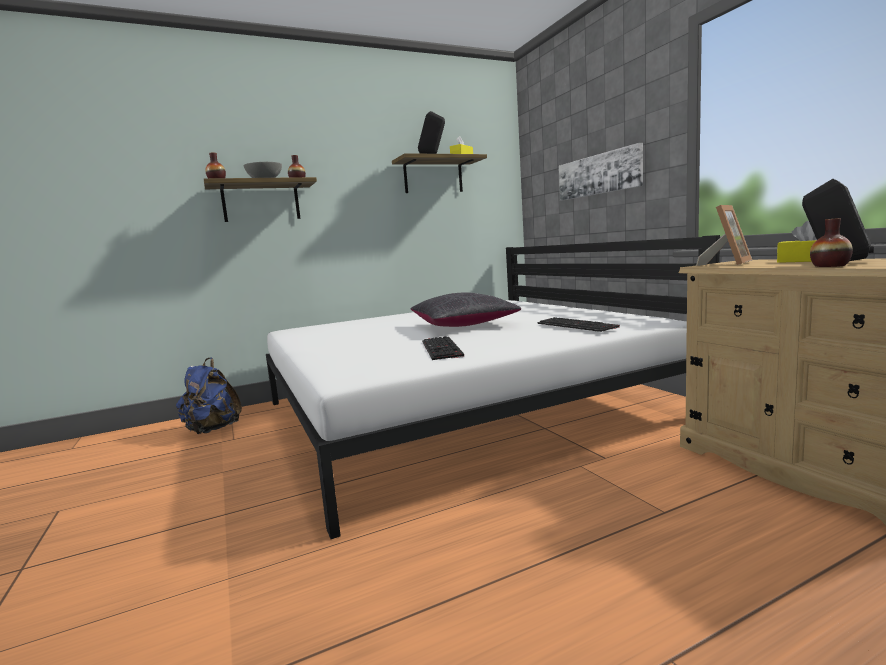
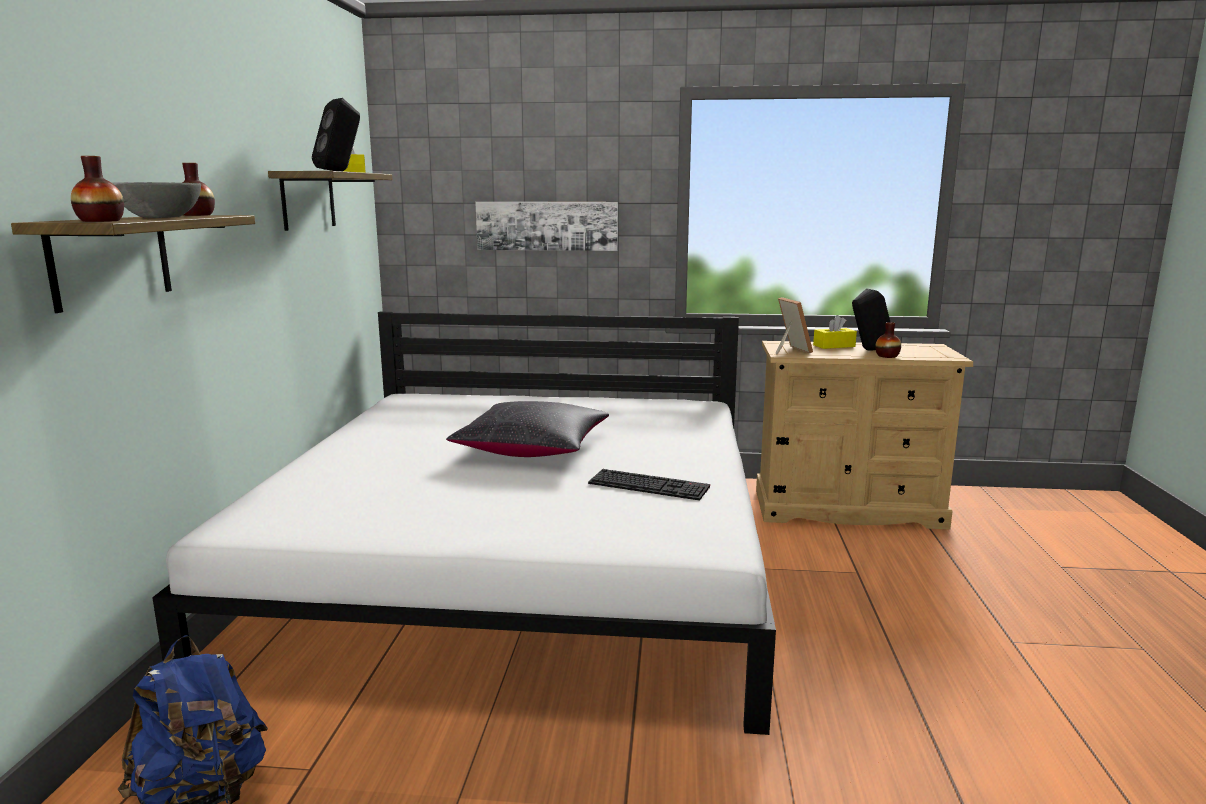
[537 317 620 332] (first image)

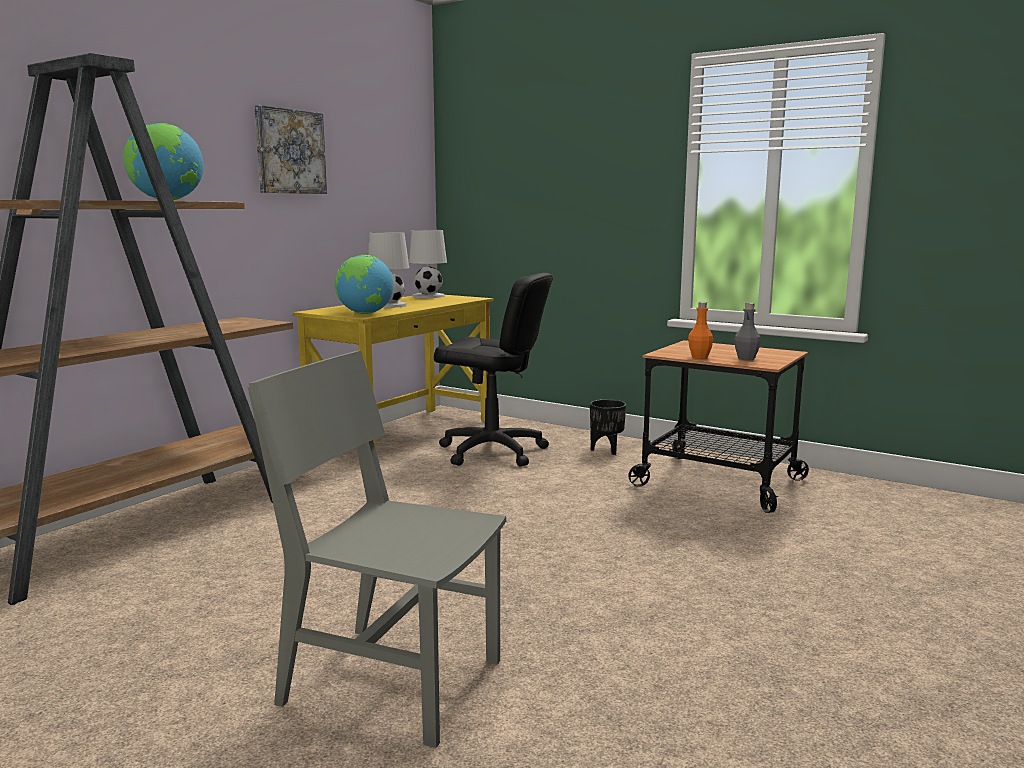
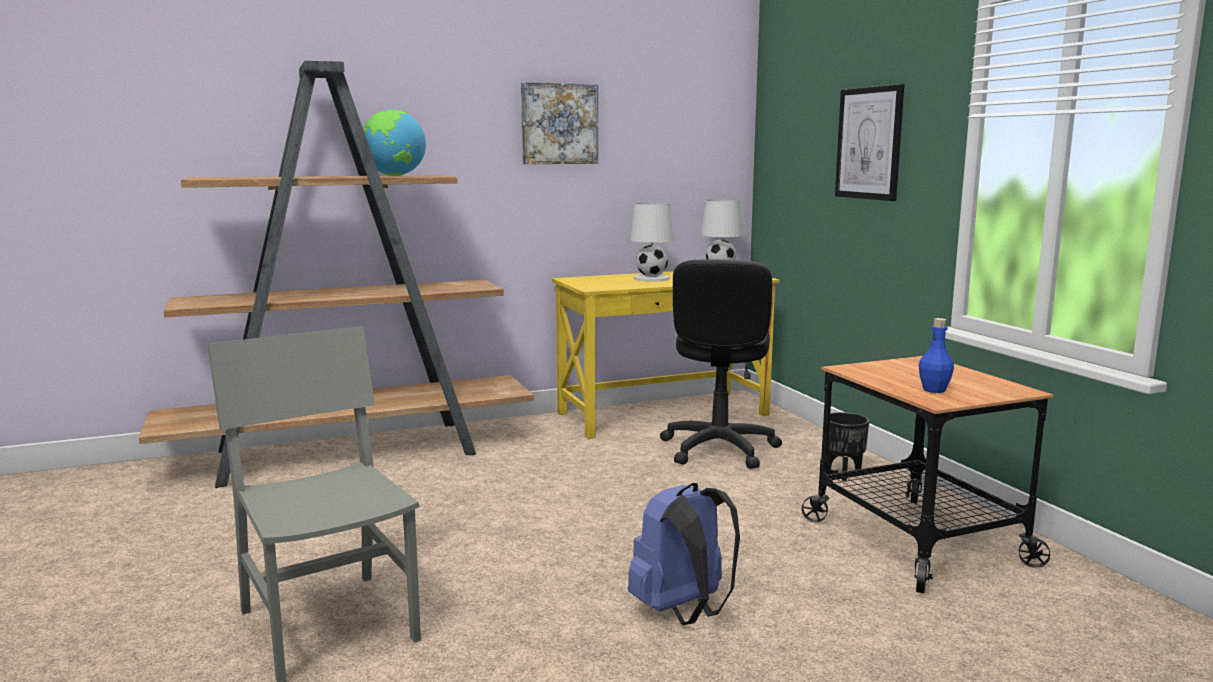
[335 255 394 314] (first image)
[660 259 782 469]
[688 302 713 359] (first image)
[919 318 954 393]
[628 483 740 625]
[835 84 904 201]

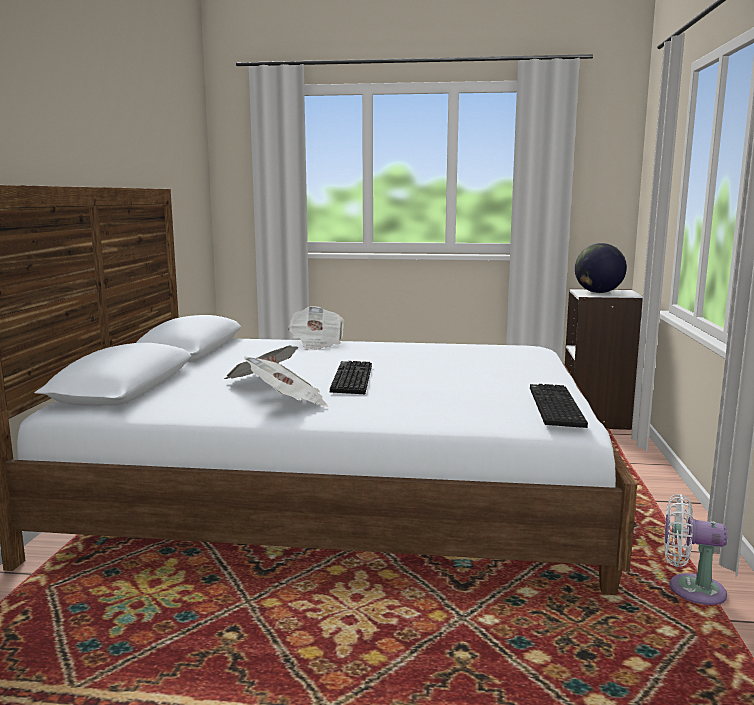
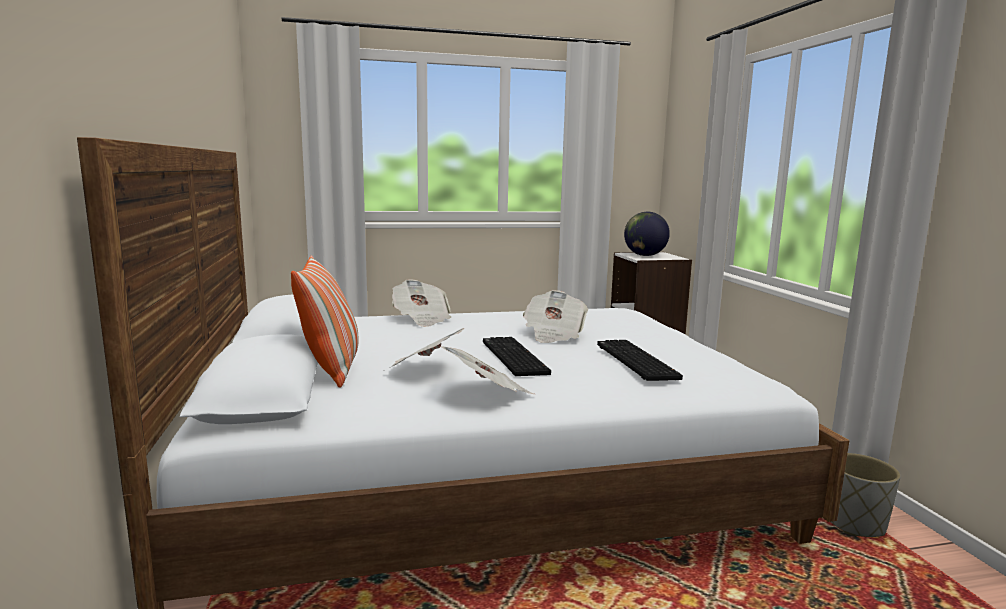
[597 340 683 381]
[831 453 901 537]
[291 255 358 388]
[523 290 588 343]

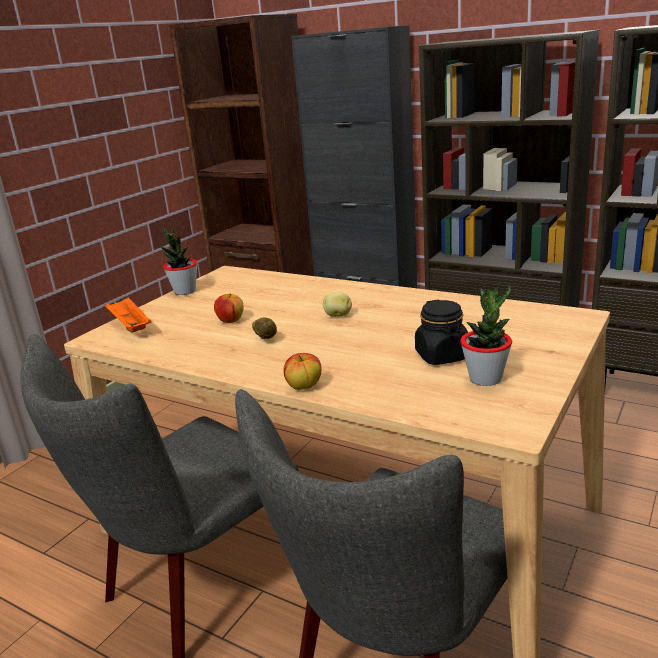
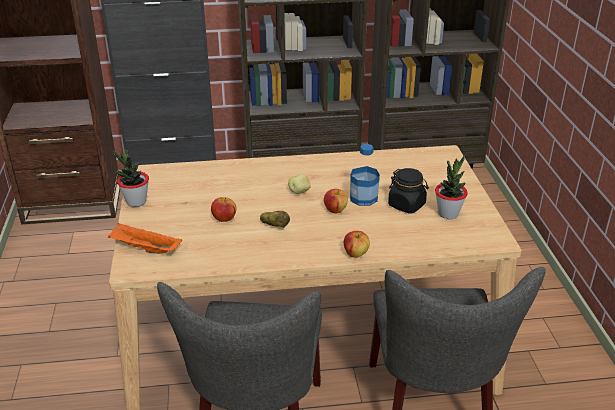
[324 189 348 213]
[350 144 380 206]

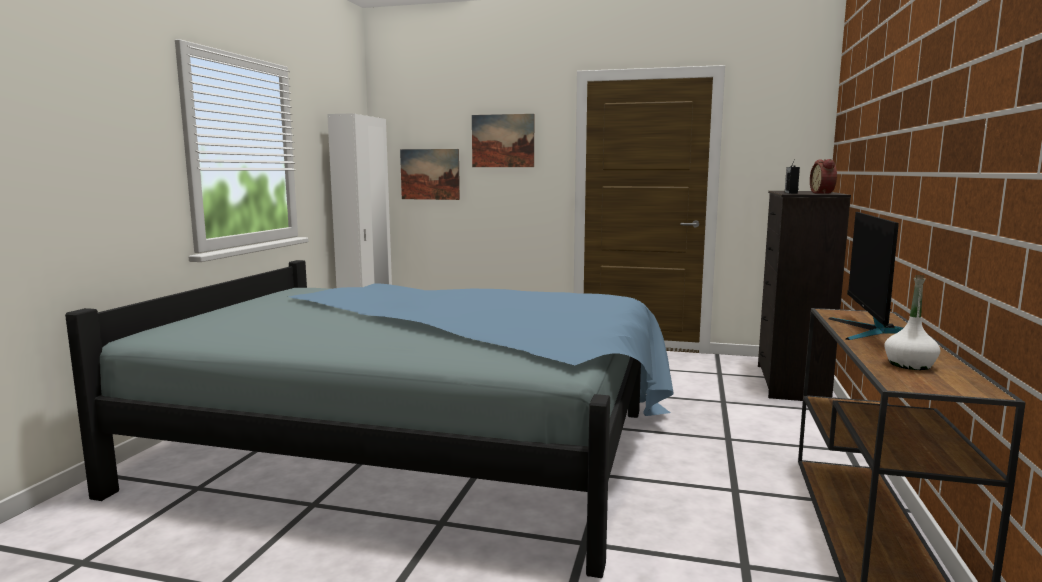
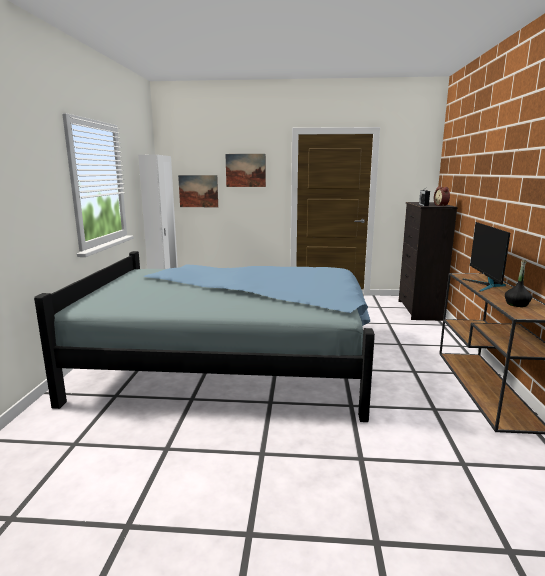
[505 260 532 307]

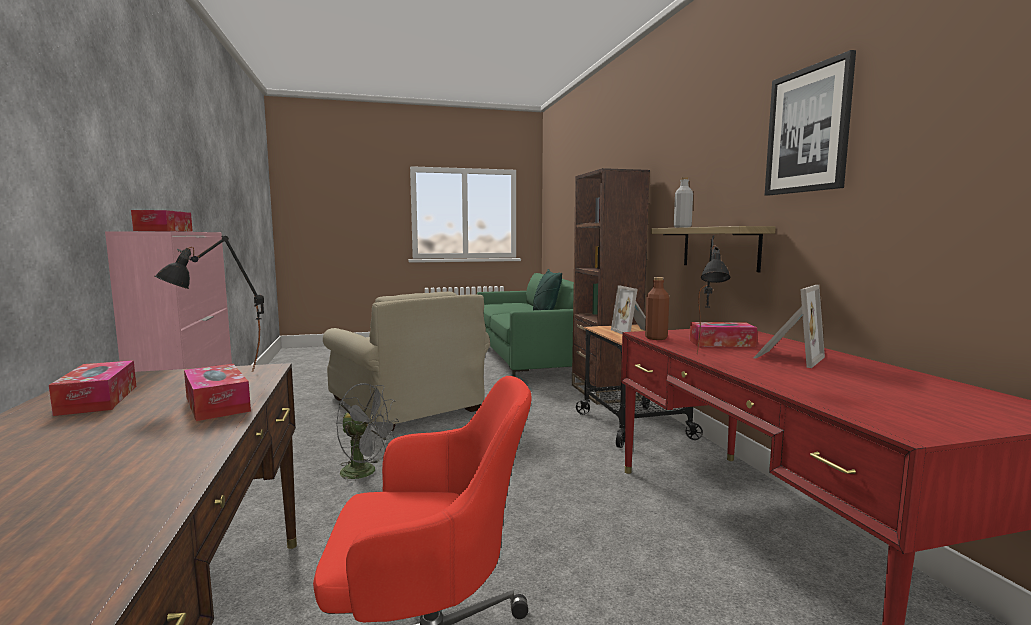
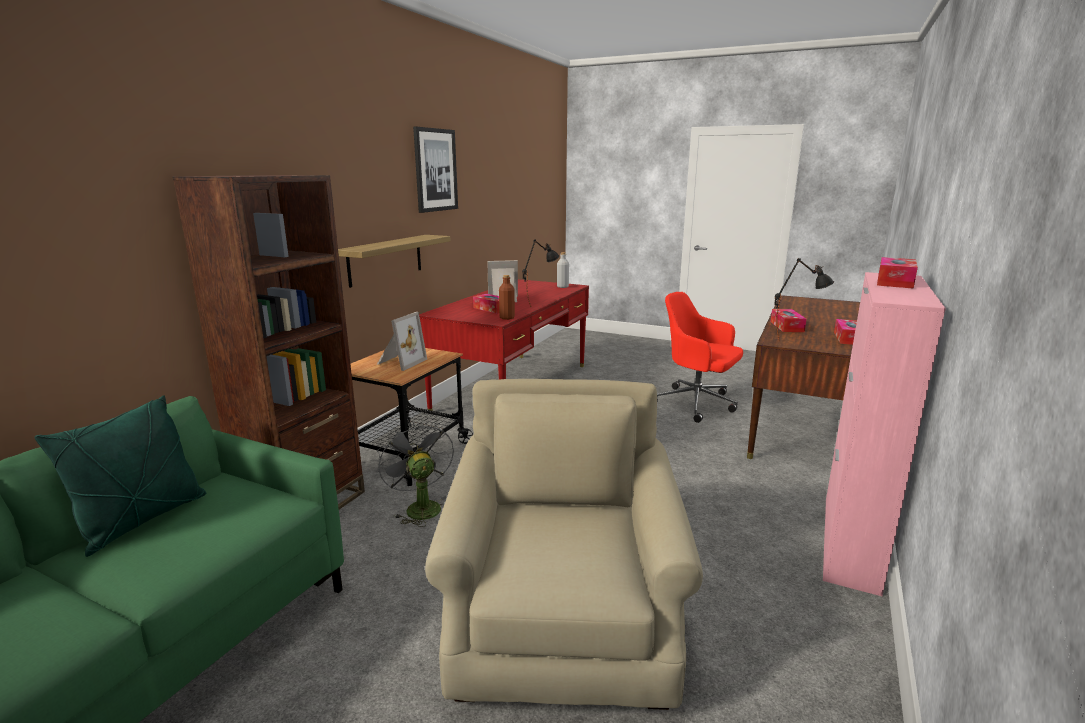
[377 421 454 527]
[557 252 569 288]

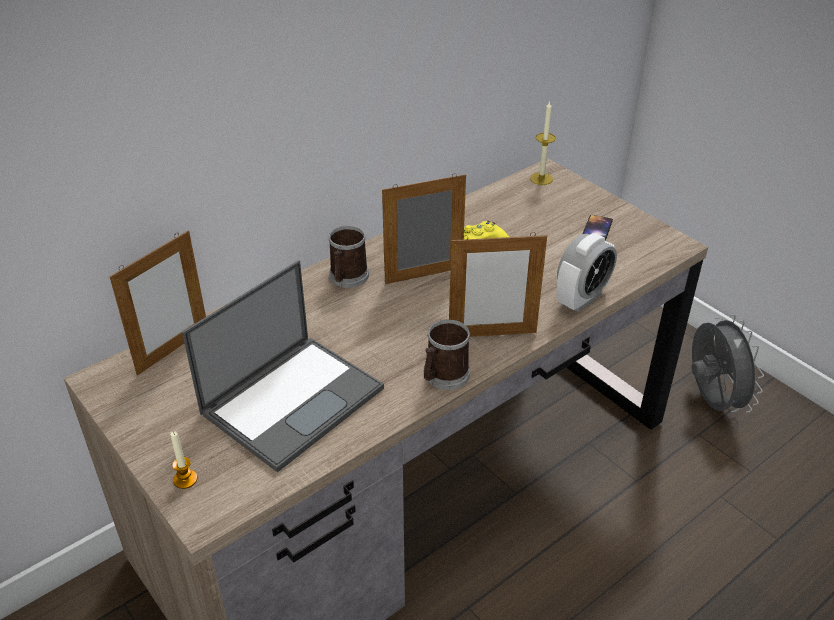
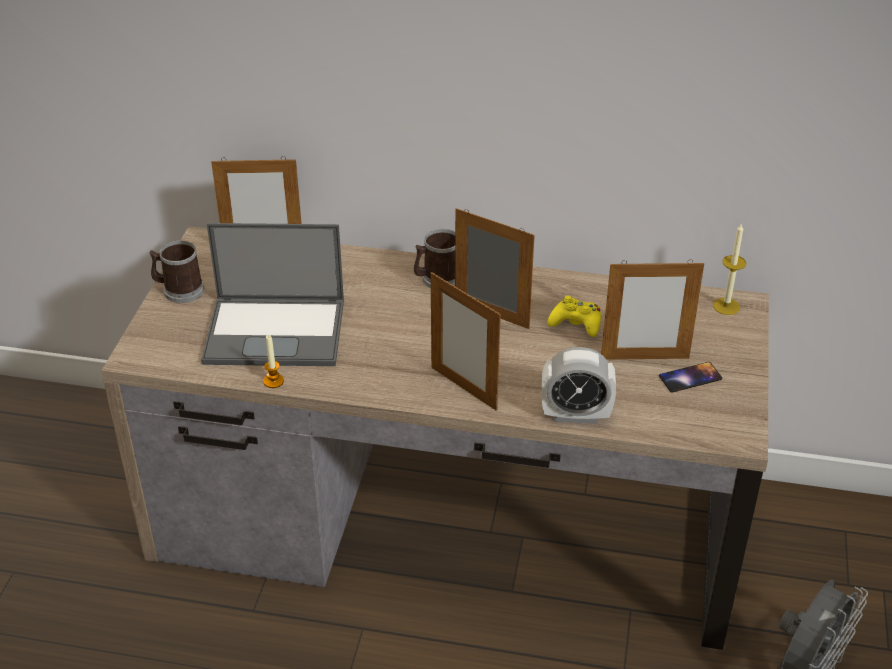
[264 335 284 388]
[150 241 204 303]
[601 259 704 360]

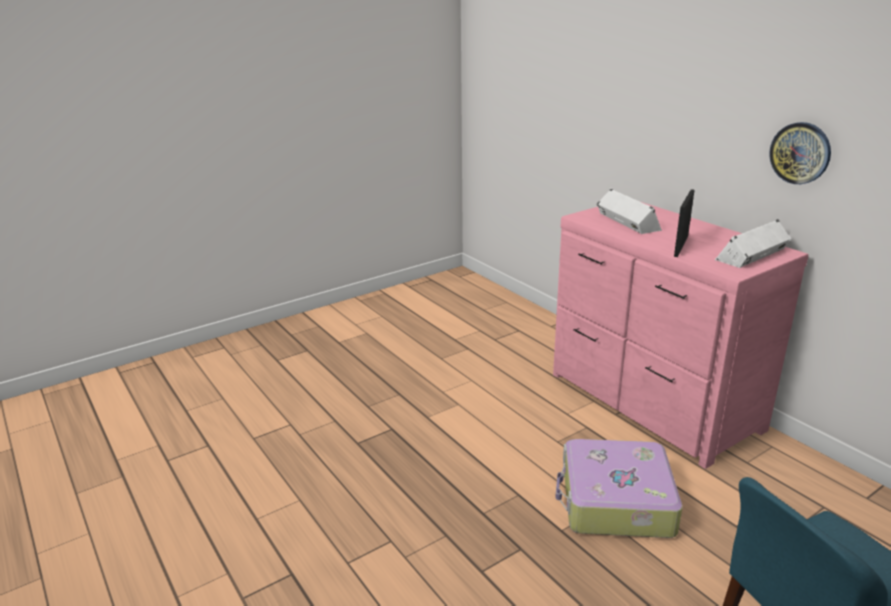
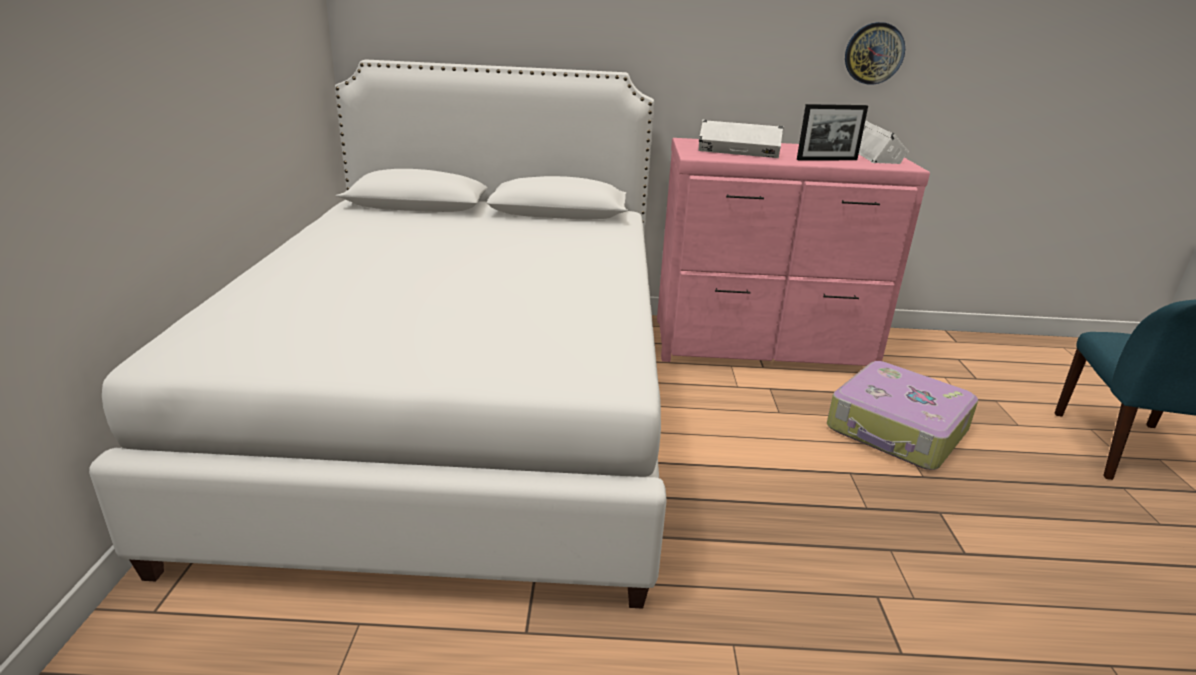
[797 104 868 160]
[89 59 667 609]

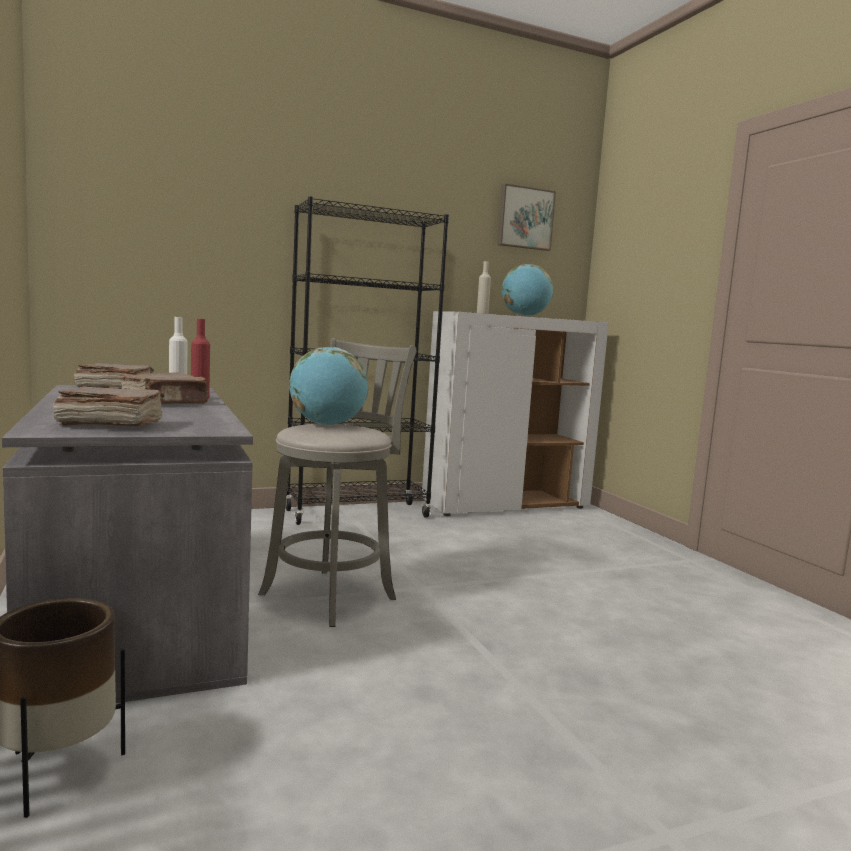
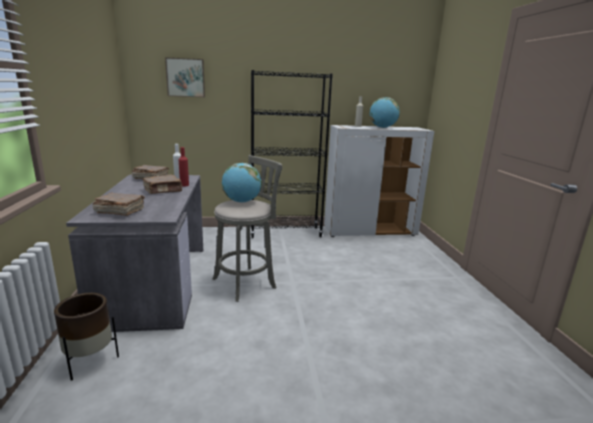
[165 57 205 97]

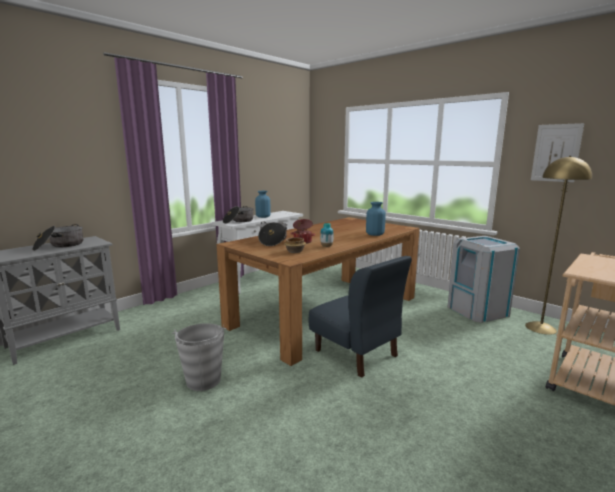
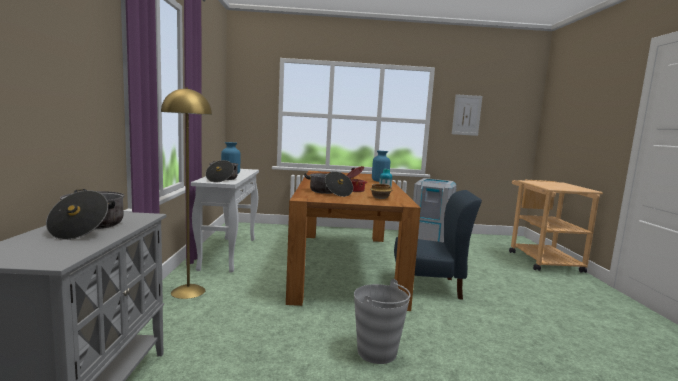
[161 87 212 299]

